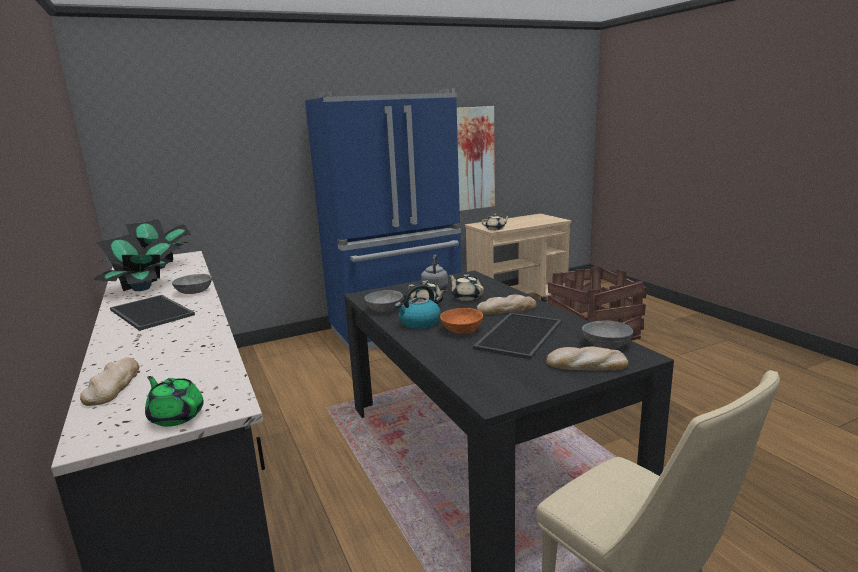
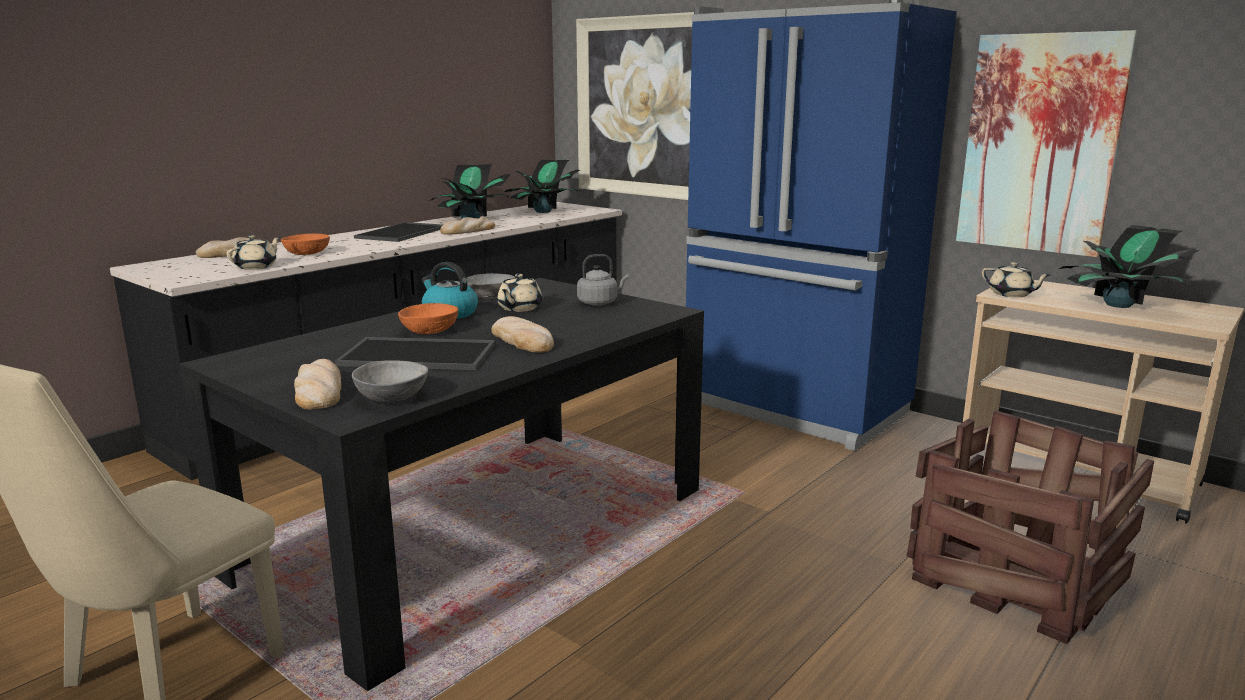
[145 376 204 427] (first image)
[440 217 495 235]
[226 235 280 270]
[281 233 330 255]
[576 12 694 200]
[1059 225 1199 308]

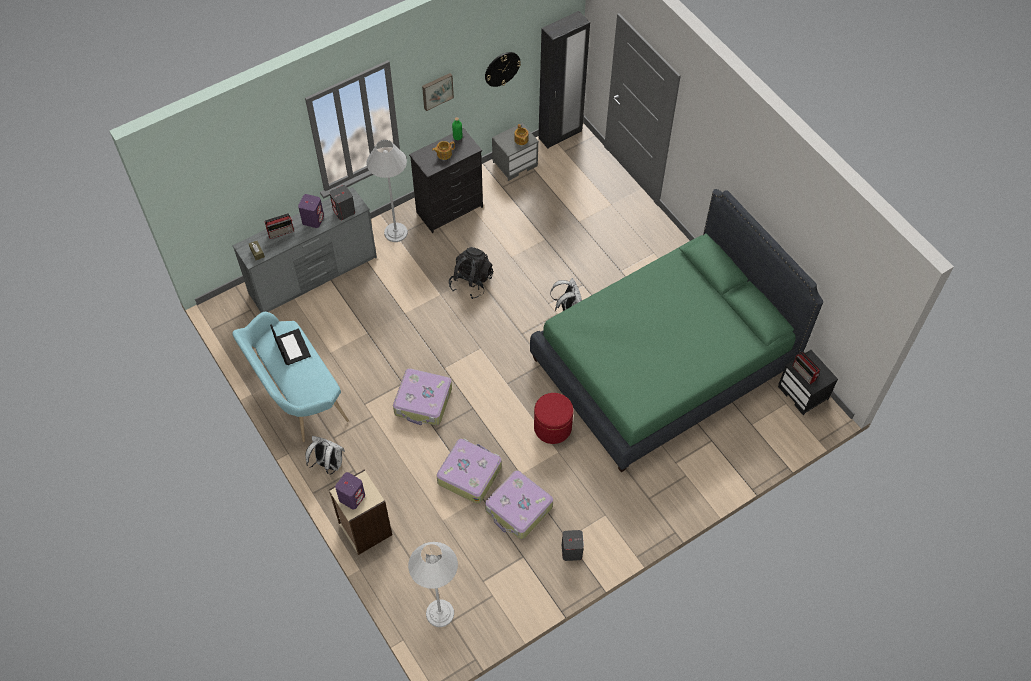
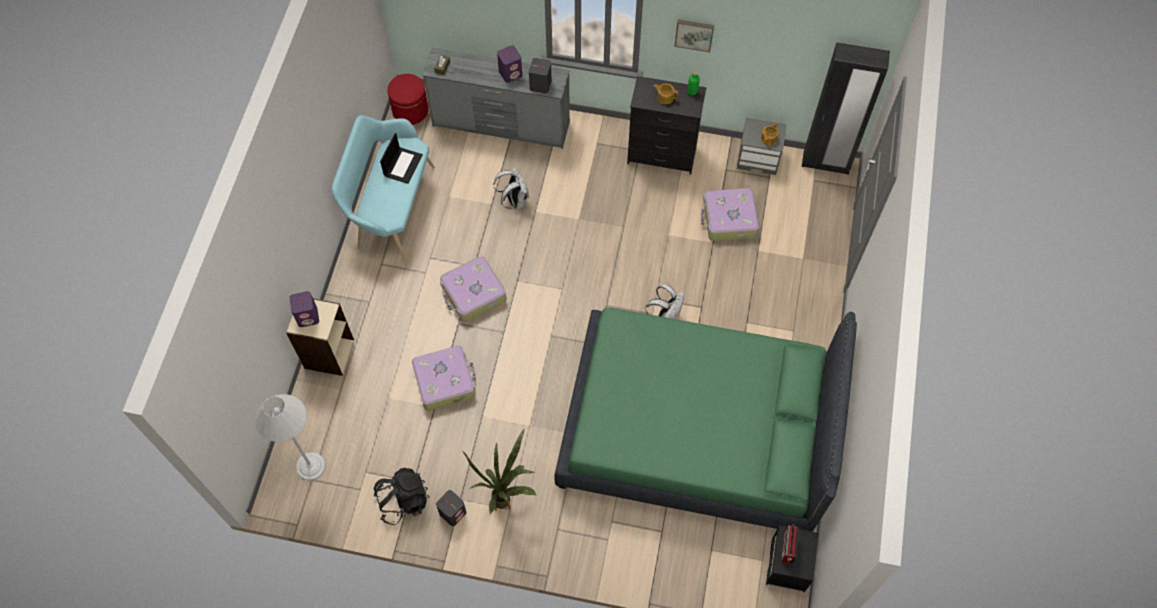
[265 213 294 239] (first image)
[493 167 529 210]
[367 140 408 242] (first image)
[373 468 430 525]
[485 52 521 87] (first image)
[701 188 759 241]
[387 74 429 125]
[463 430 537 514]

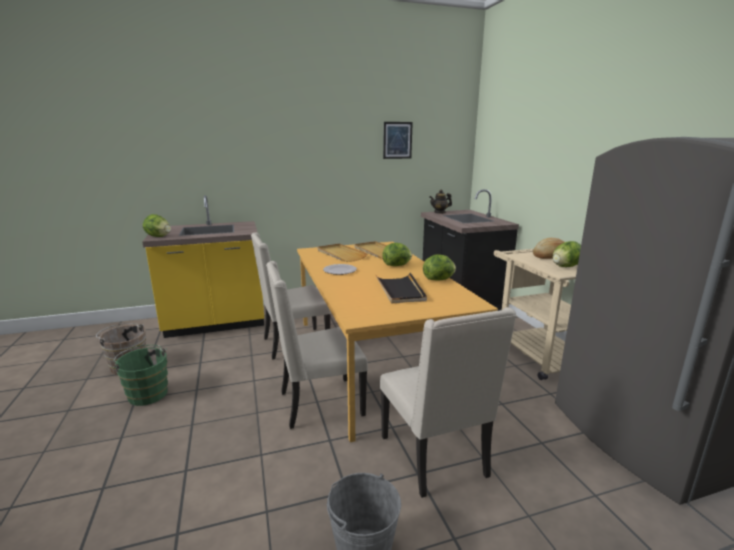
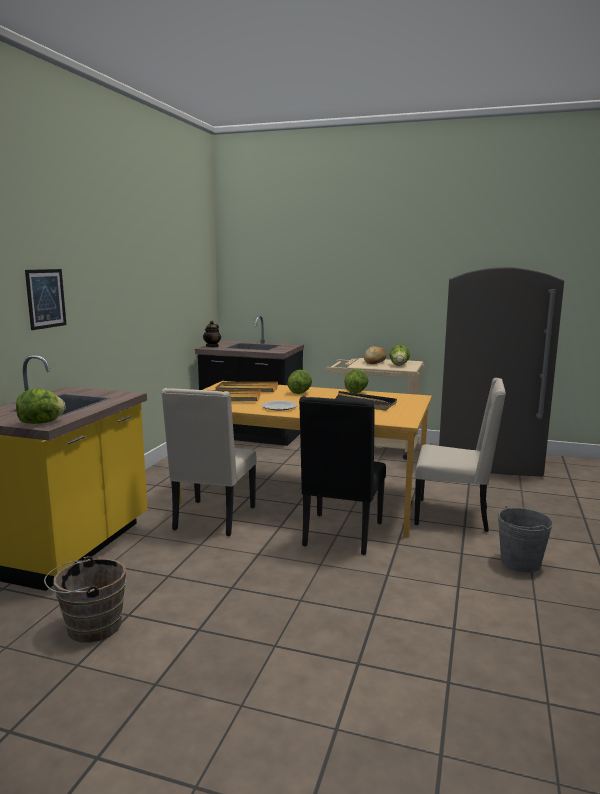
[113 345 168 406] (first image)
[299 396 386 555]
[25 269 66 330]

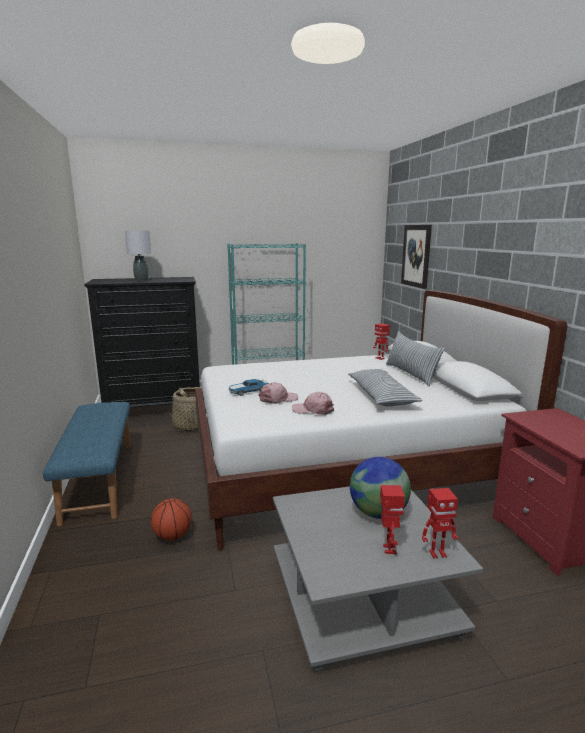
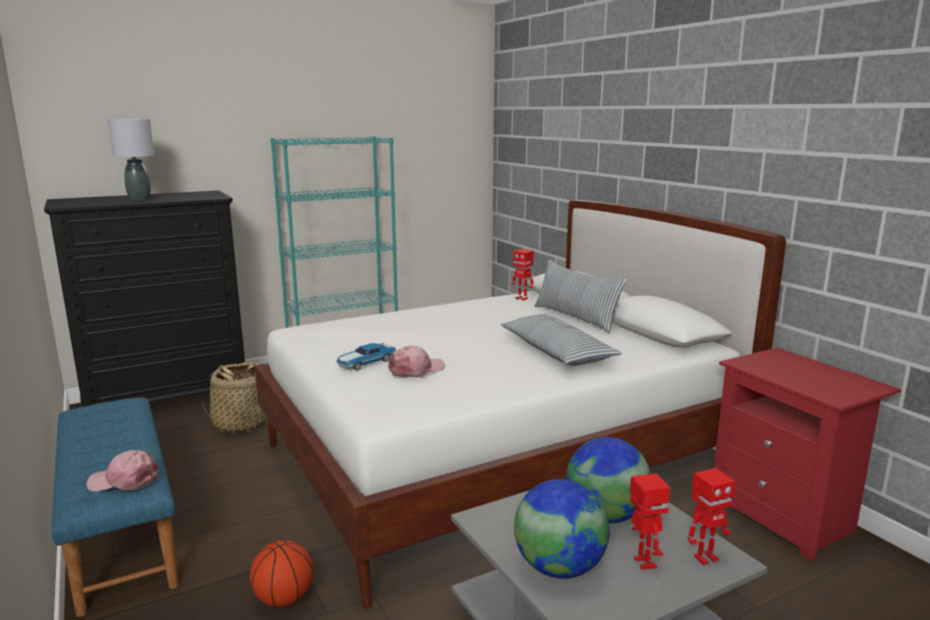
[86 450 159 491]
[401 225 432 289] (first image)
[514 479 610 579]

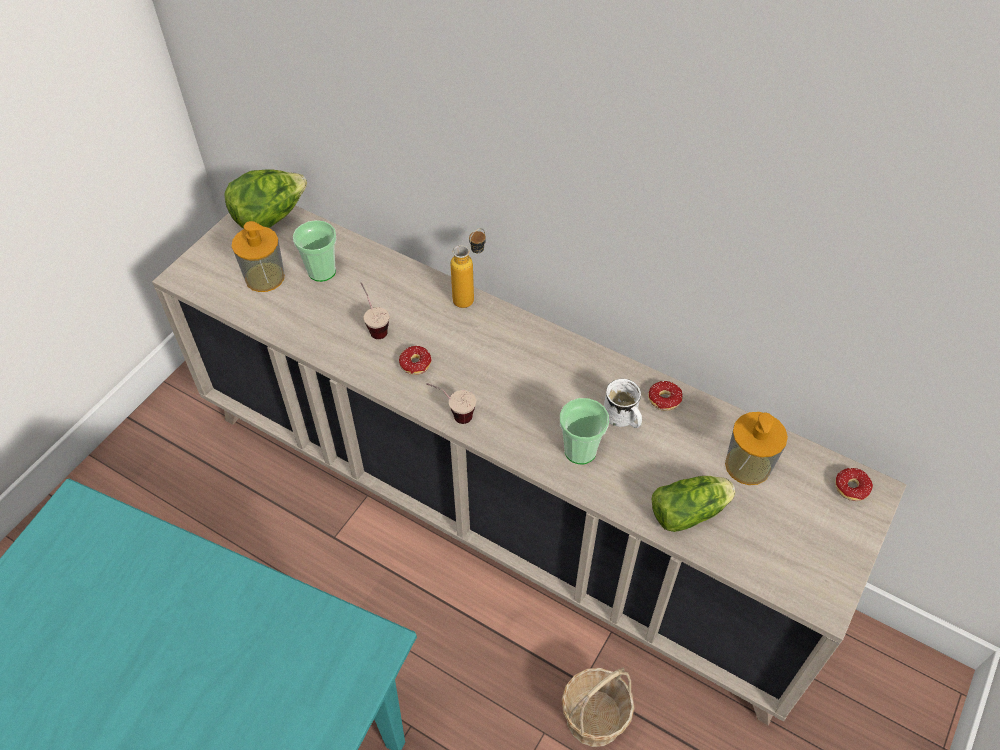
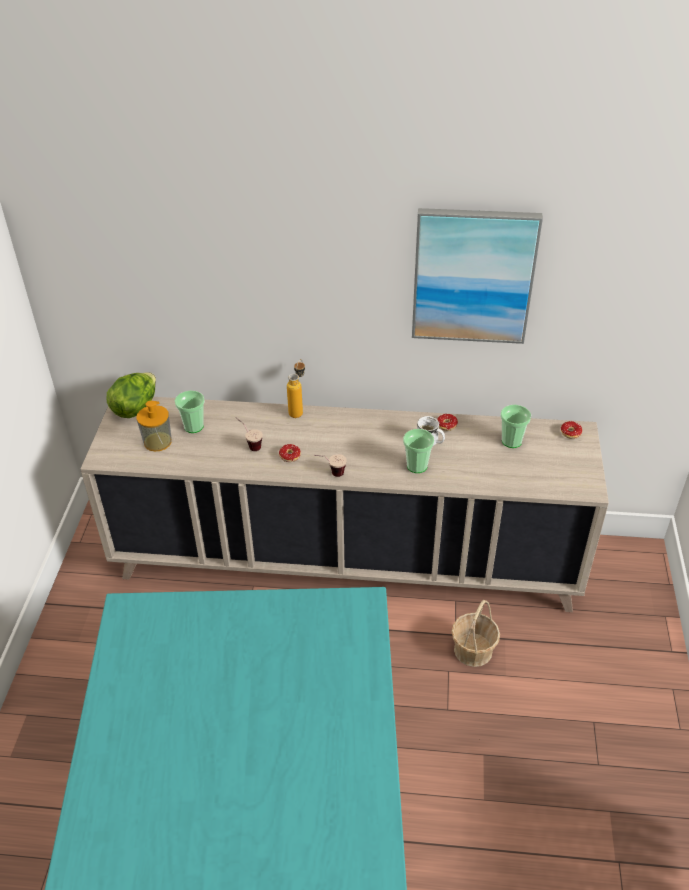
[652 476 735 532] (first image)
[500 405 531 448]
[412 208 543 344]

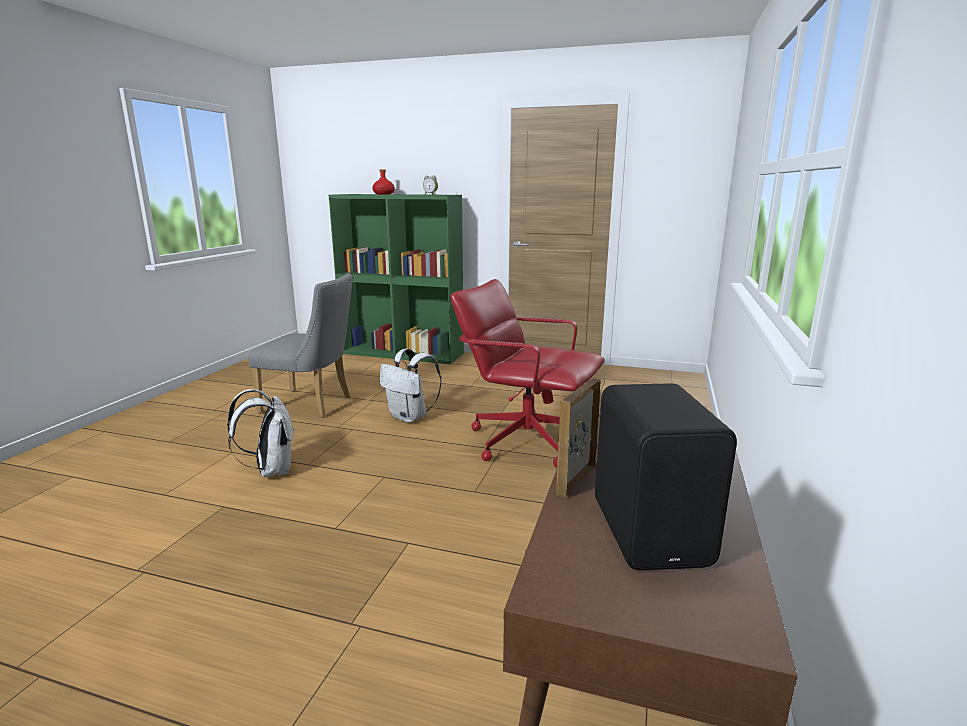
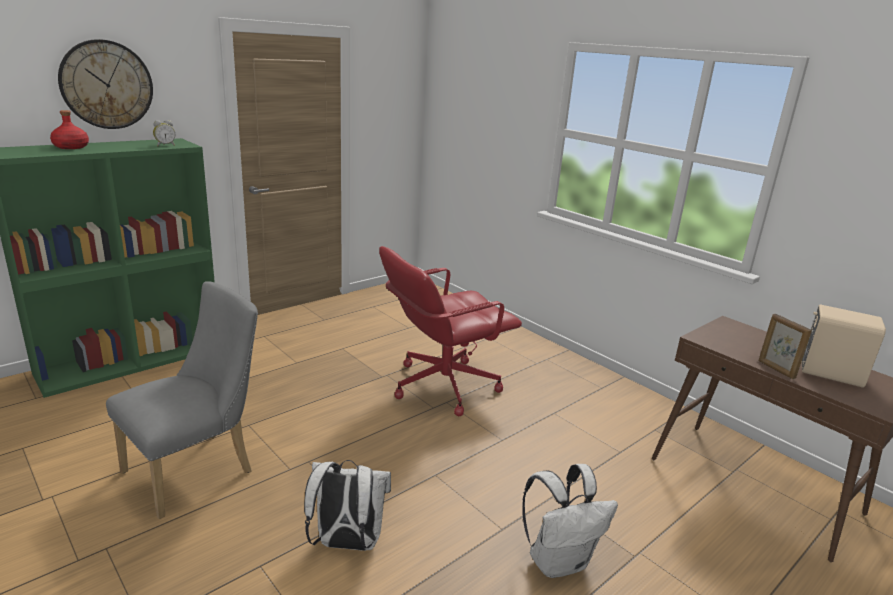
[522 464 618 578]
[802 305 886 388]
[58 39 153 129]

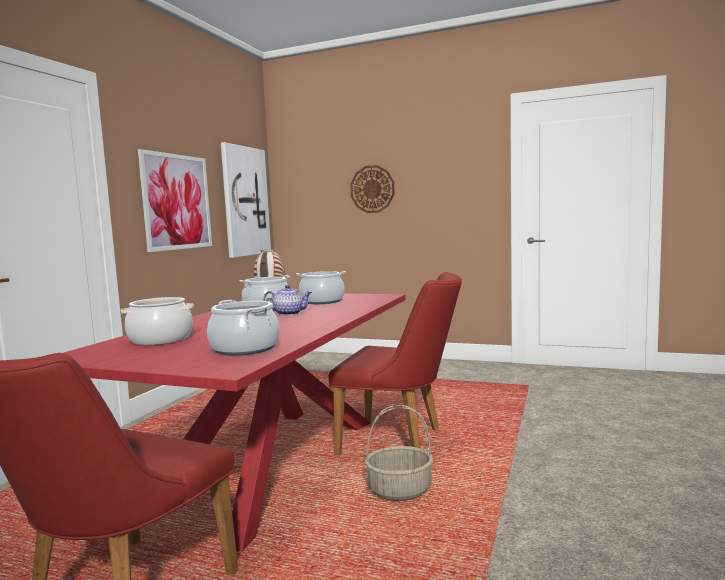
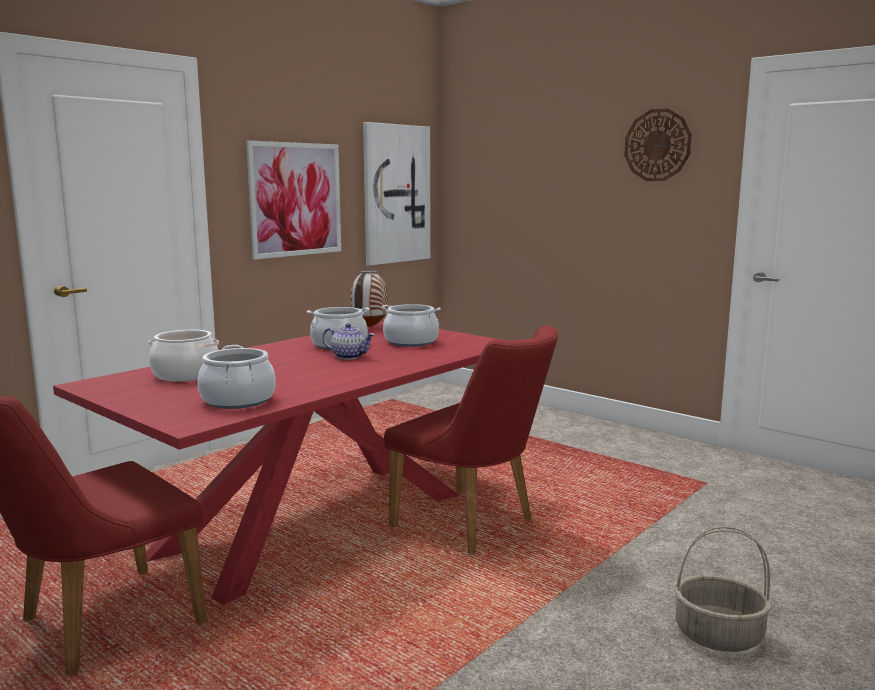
[624 108 692 181]
[674 526 772 652]

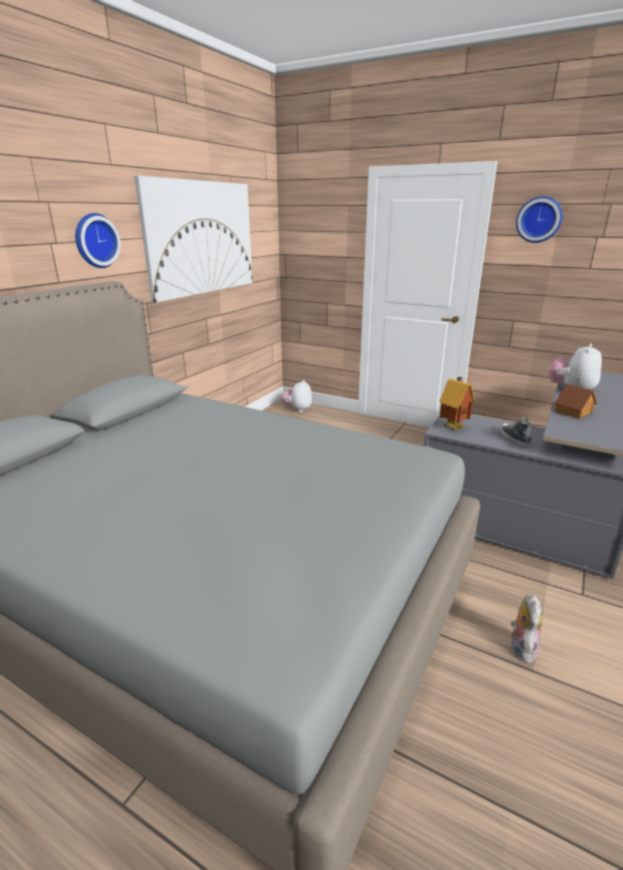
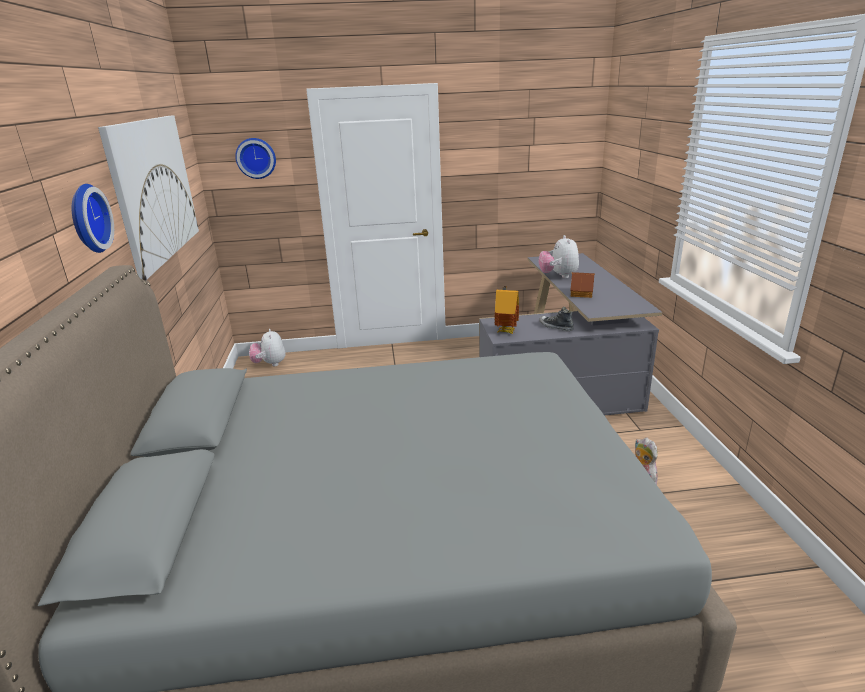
[235 138 276 179]

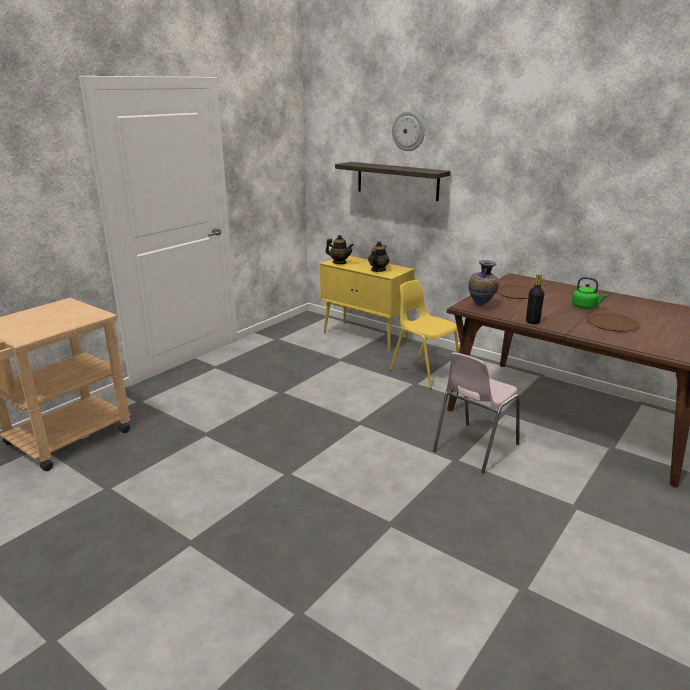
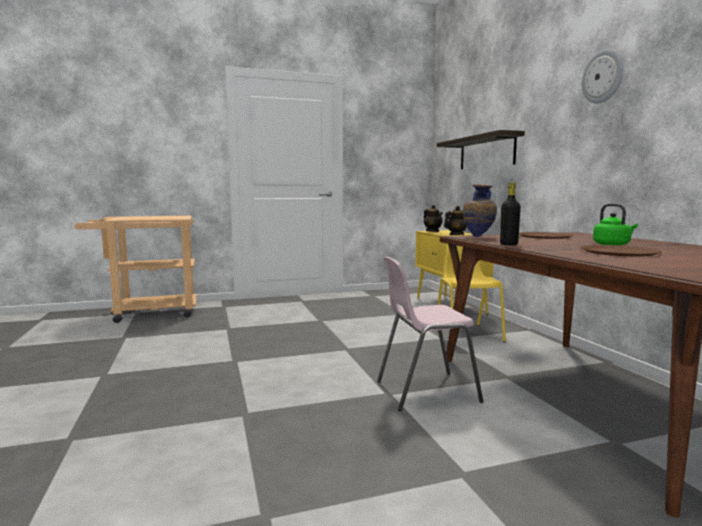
[582 49 624 103]

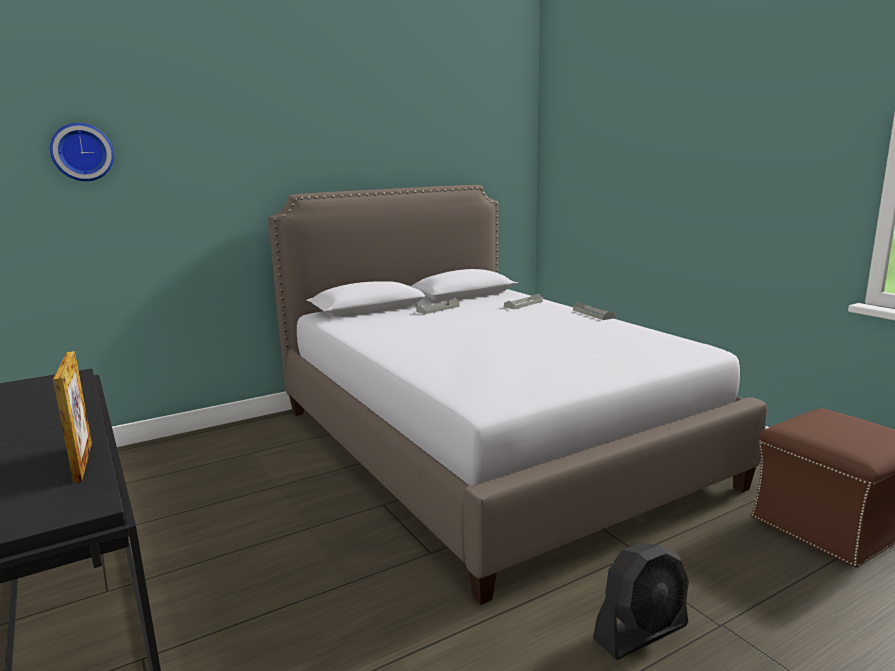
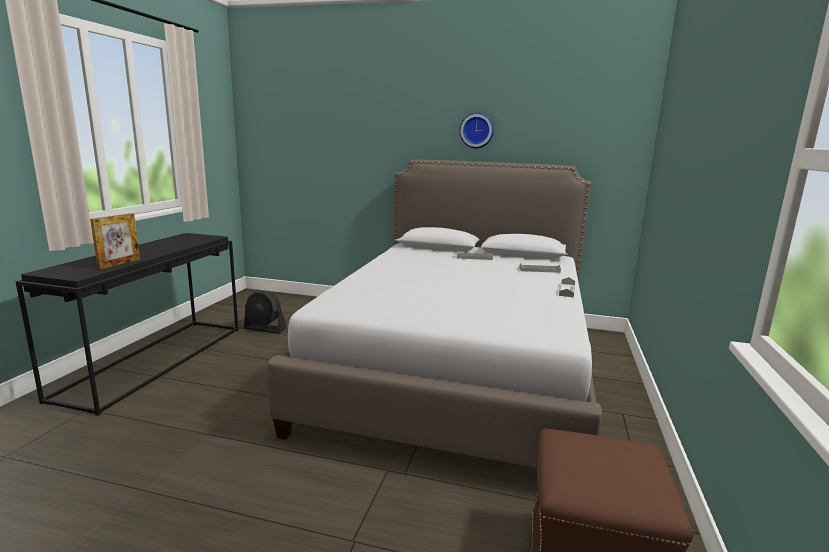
[459 112 494 148]
[244 290 286 334]

